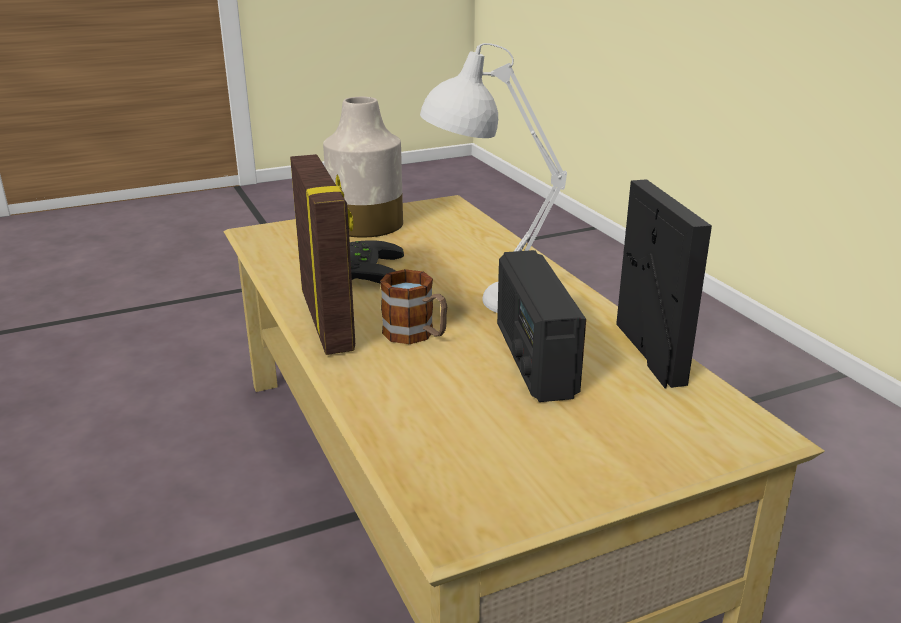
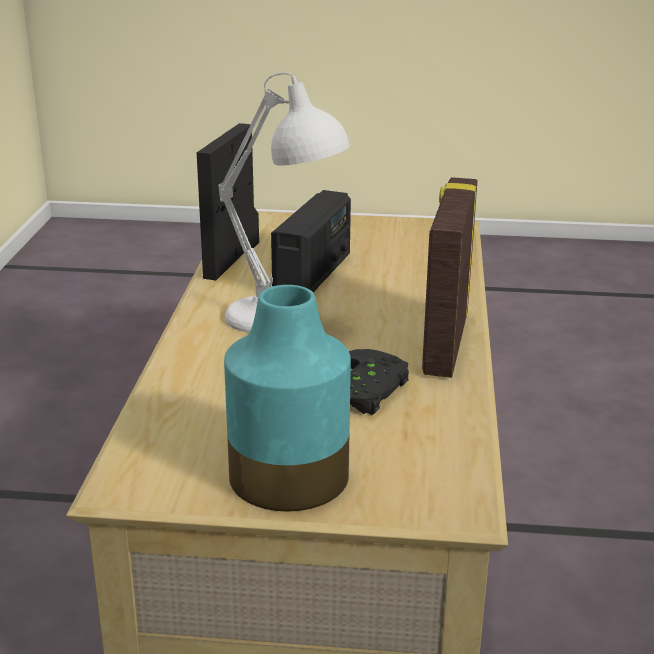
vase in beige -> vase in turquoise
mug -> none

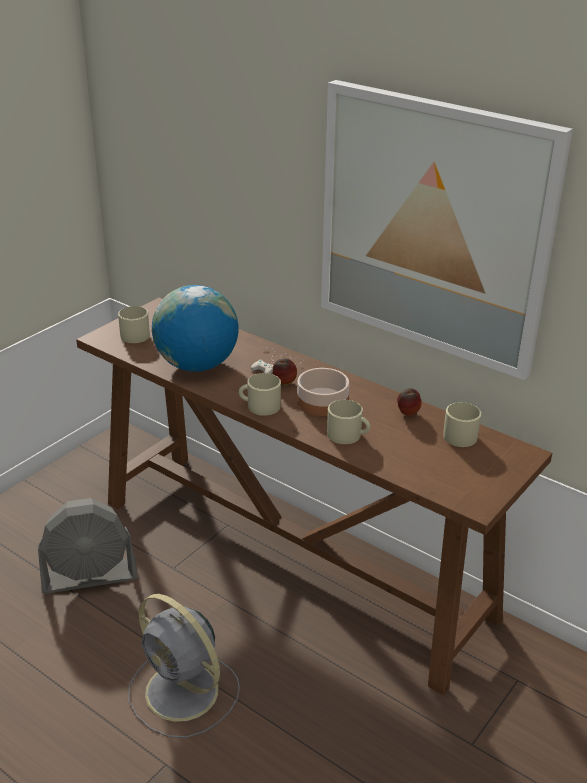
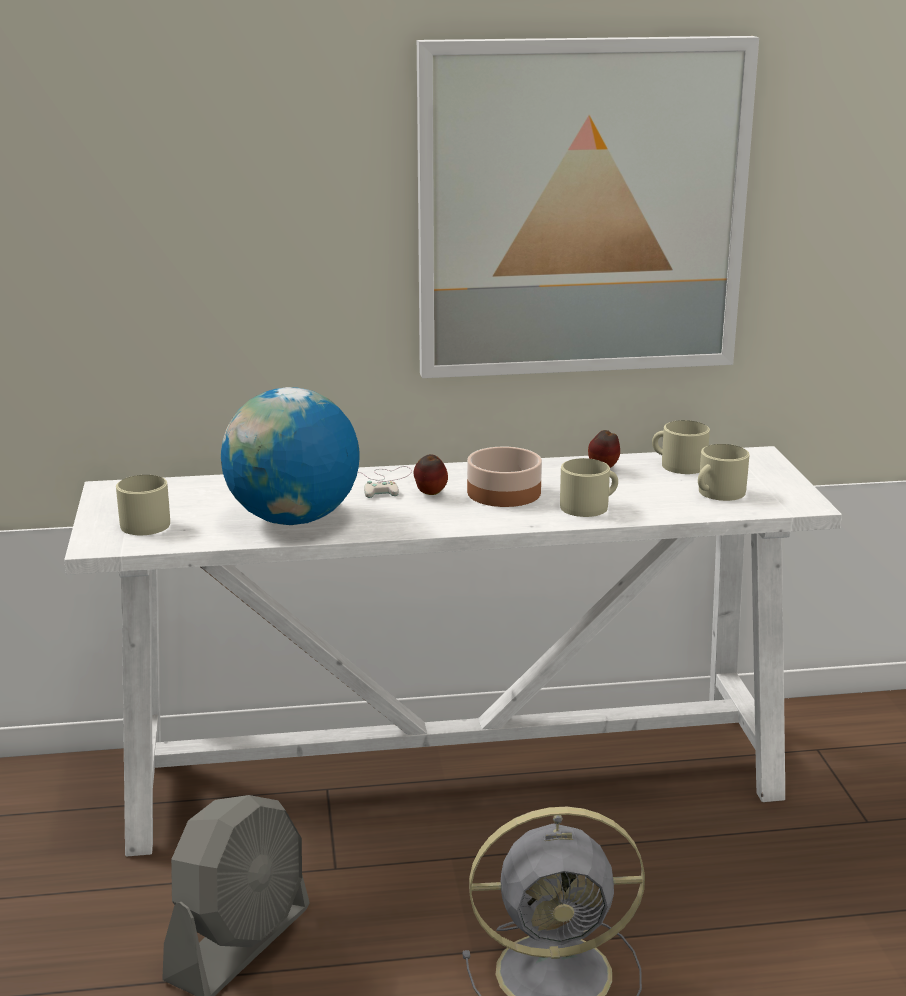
console table in brown -> console table in white
mug in beige (no. 2 from left in the first image) -> mug in beige (no. 4 from left), relocated

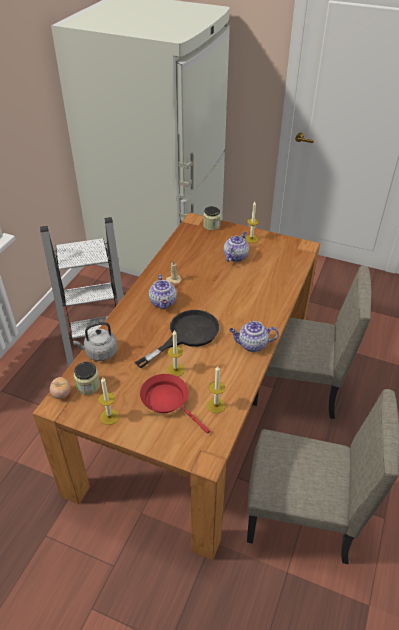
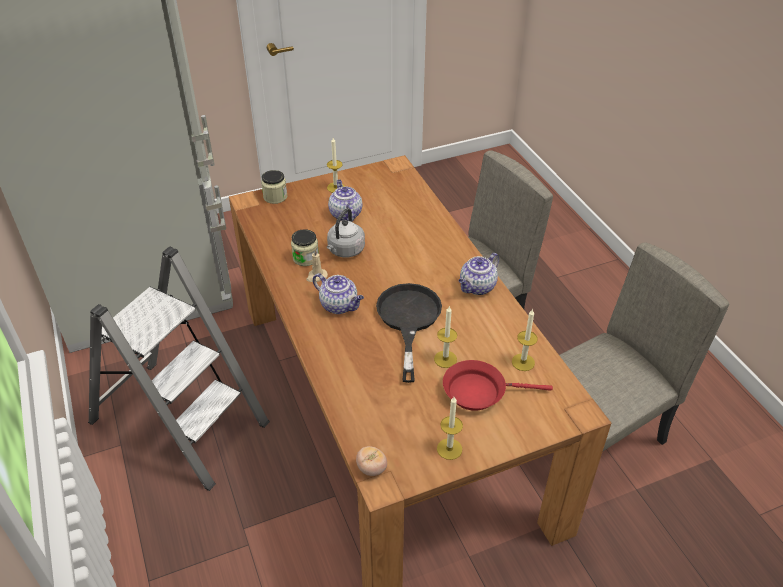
jar (no. 1 from left in the first image) -> jar (no. 2 from left), relocated
kettle in grey, relocated

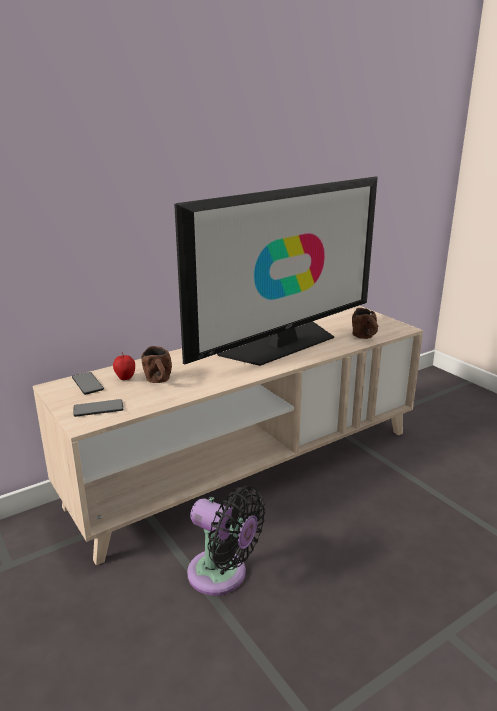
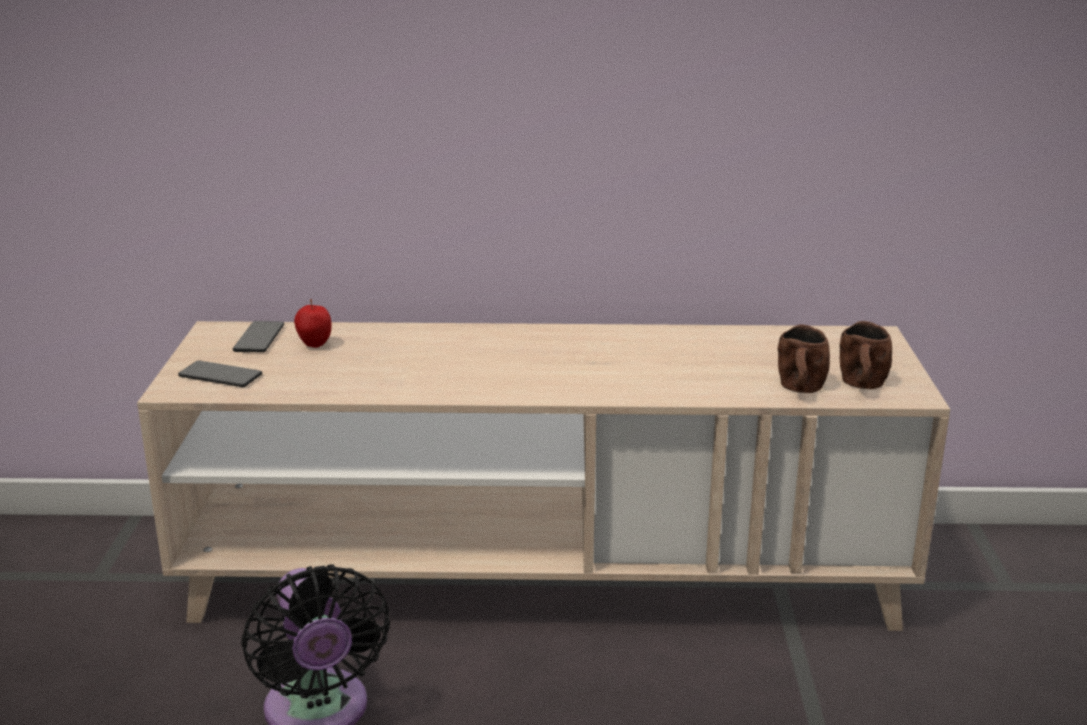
mug in brown (no. 1 from left in the first image) -> mug in brown (no. 2 from left), relocated
television -> none

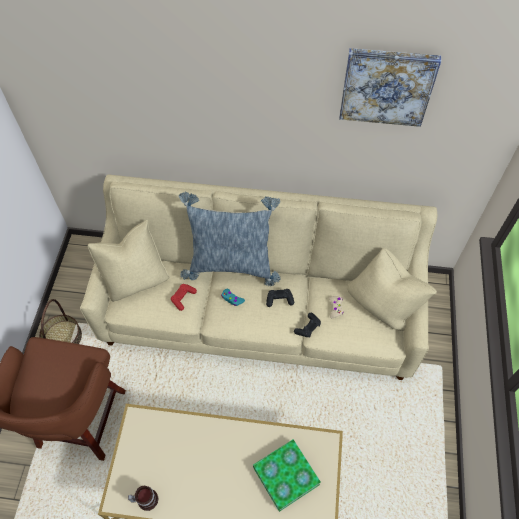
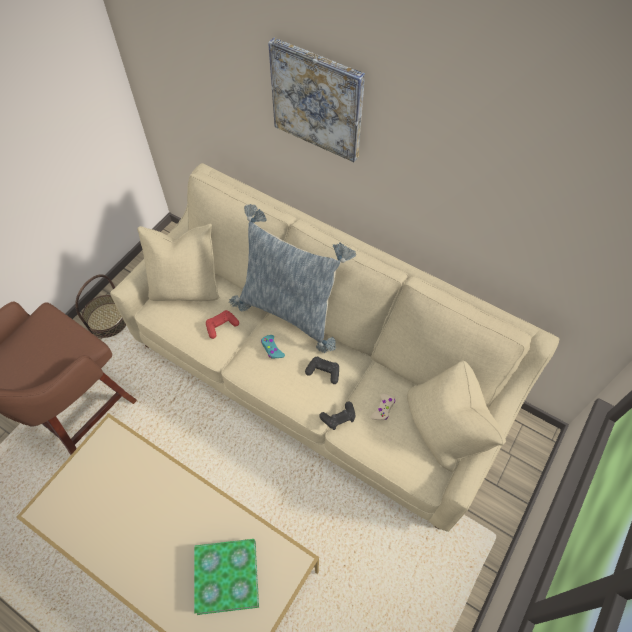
picture, relocated
mug -> none

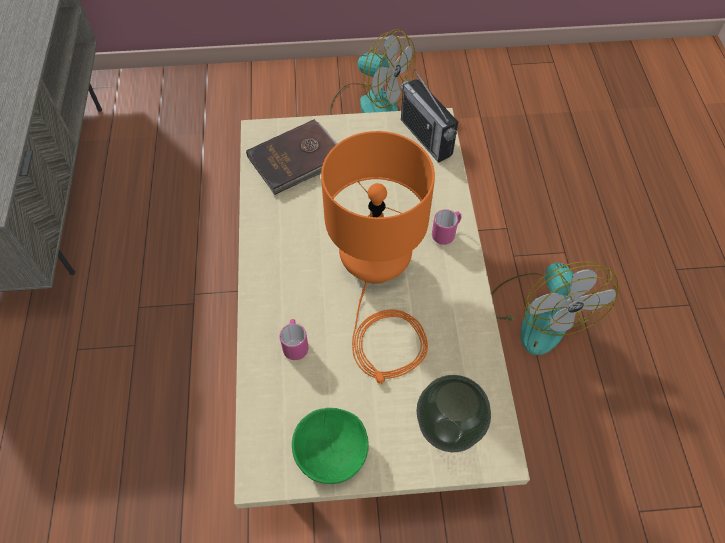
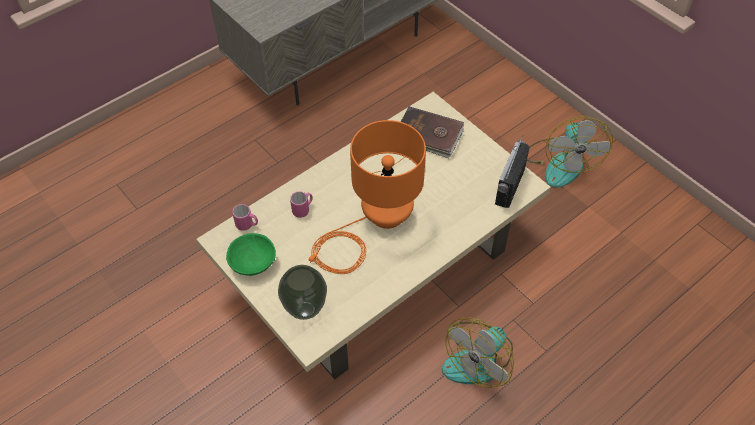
mug in pink (no. 2 from left in the first image) -> mug in pink (no. 1 from left), relocated

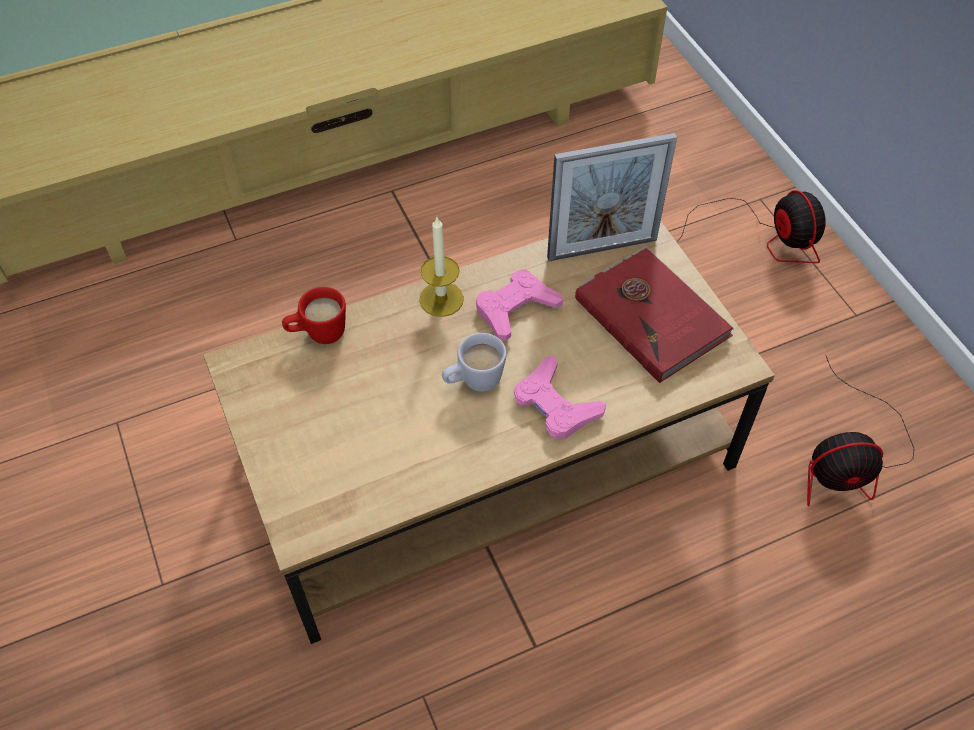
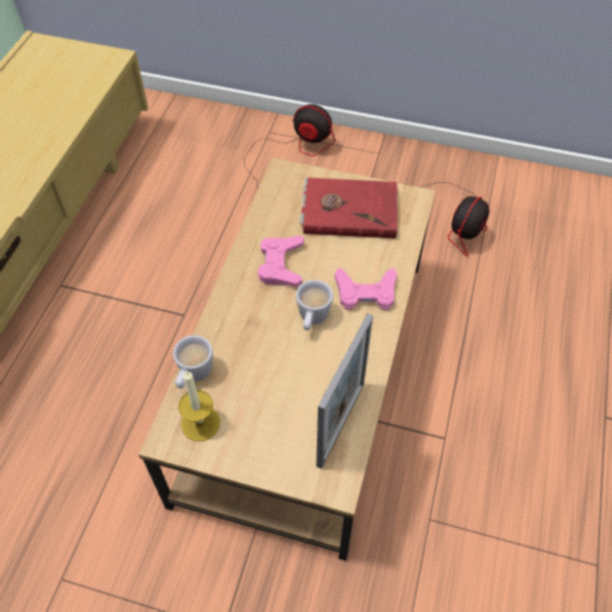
mug in red -> mug in white (no. 1 from left)
candle, relocated
picture frame, relocated

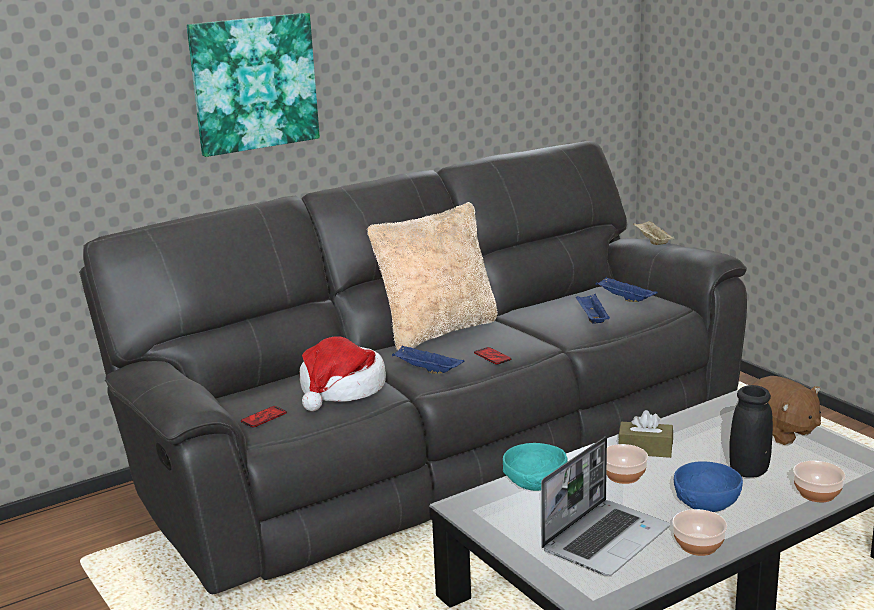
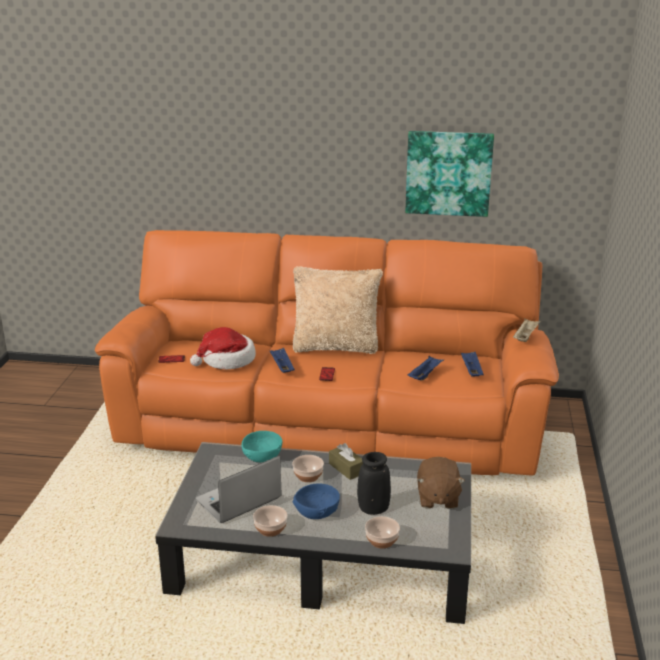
sofa in grey -> sofa in orange
laptop, 150 degrees clockwise
picture, relocated

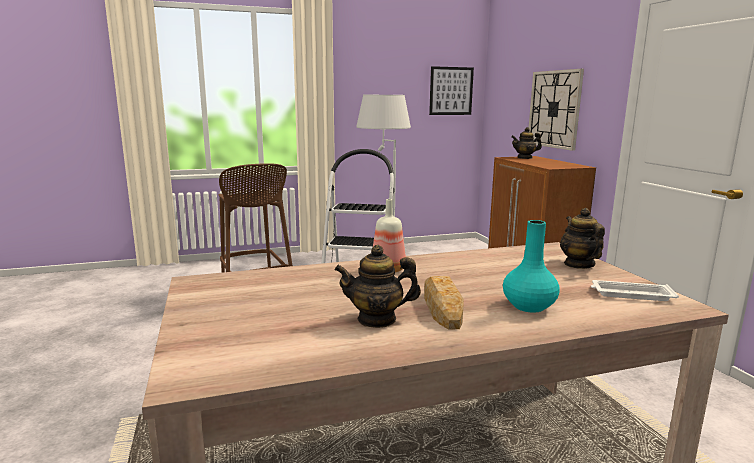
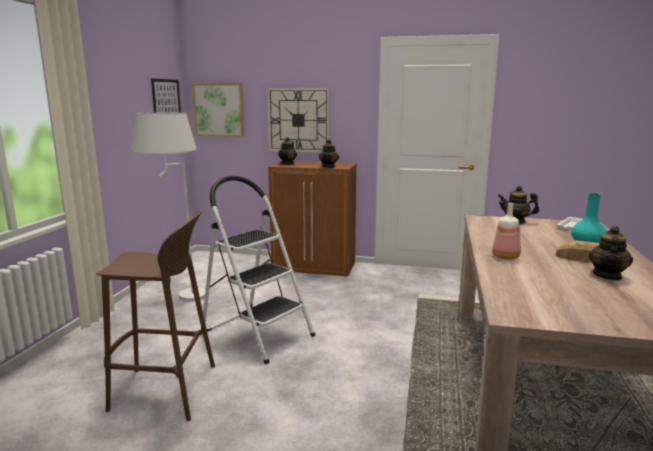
none -> picture (no. 2 from left)
none -> teapot (no. 2 from left)

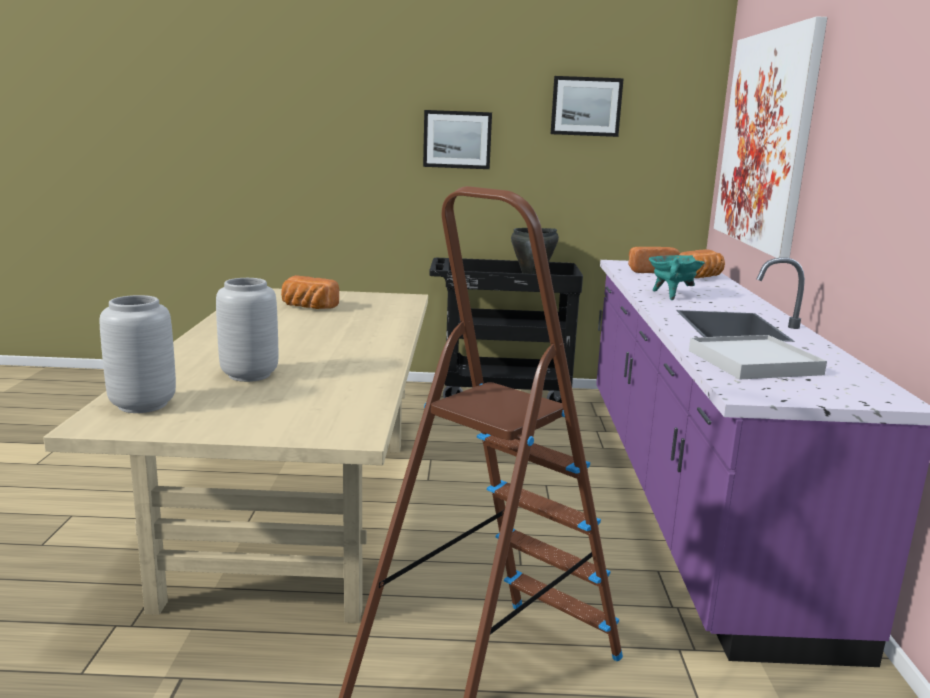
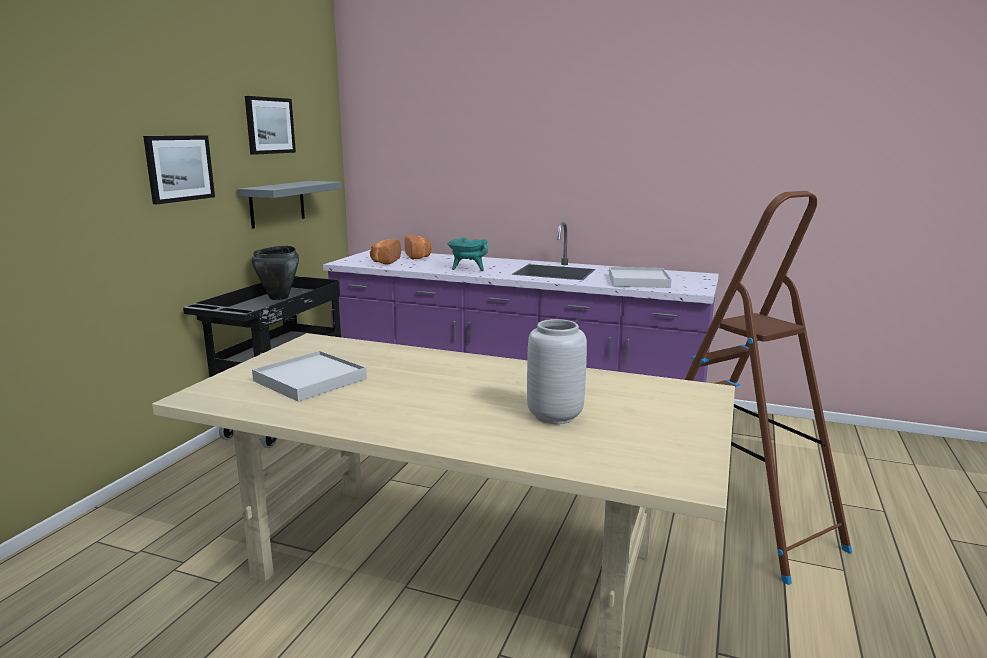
none -> shelf in grey
bread (no. 1 from left) -> tray in white (no. 1 from left)
vase in grey (no. 1 from left) -> none
picture (no. 3 from left) -> none

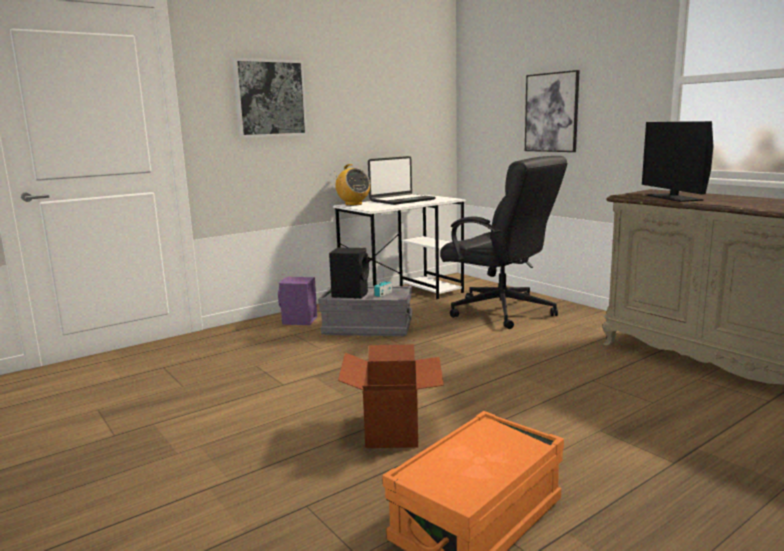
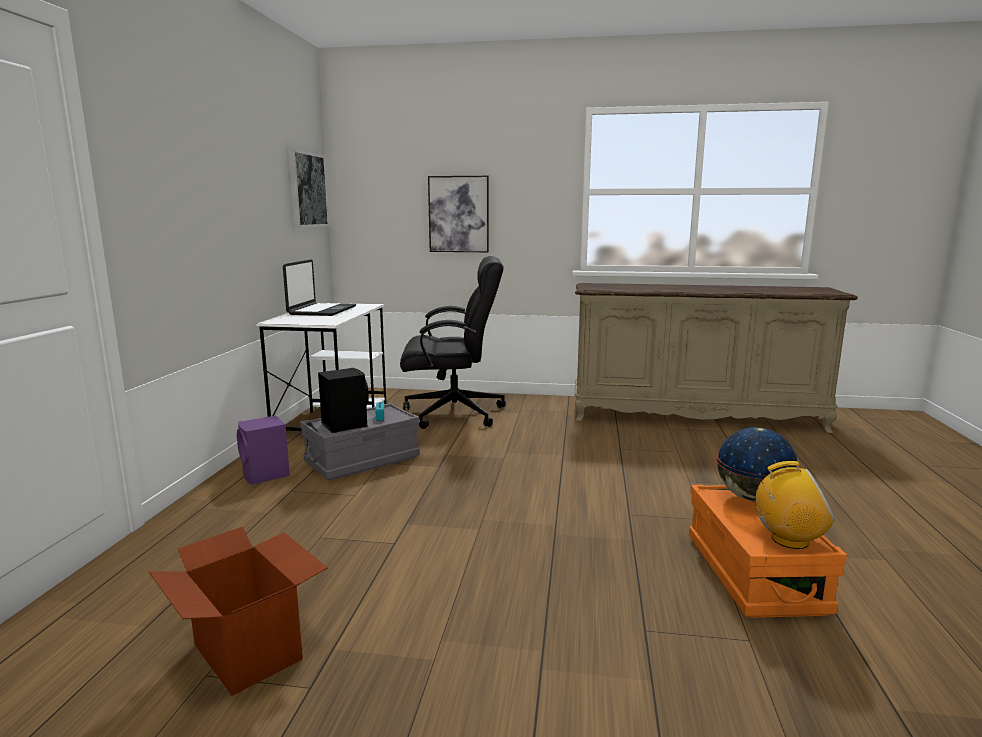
cardboard box, relocated
picture (no. 1 from left), relocated
none -> globe
radio (no. 1 from left in the first image) -> radio (no. 2 from left), relocated
monitor -> none

